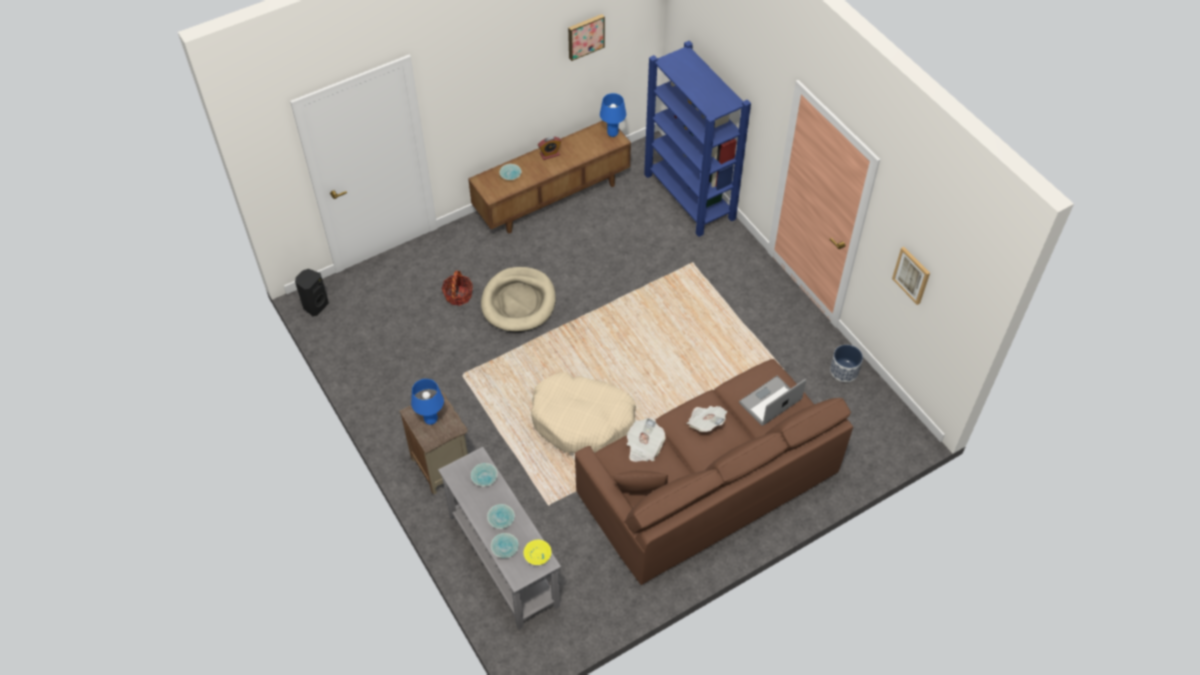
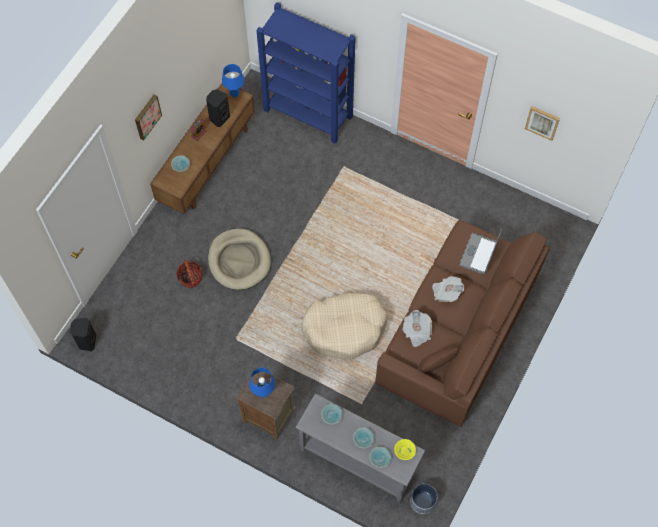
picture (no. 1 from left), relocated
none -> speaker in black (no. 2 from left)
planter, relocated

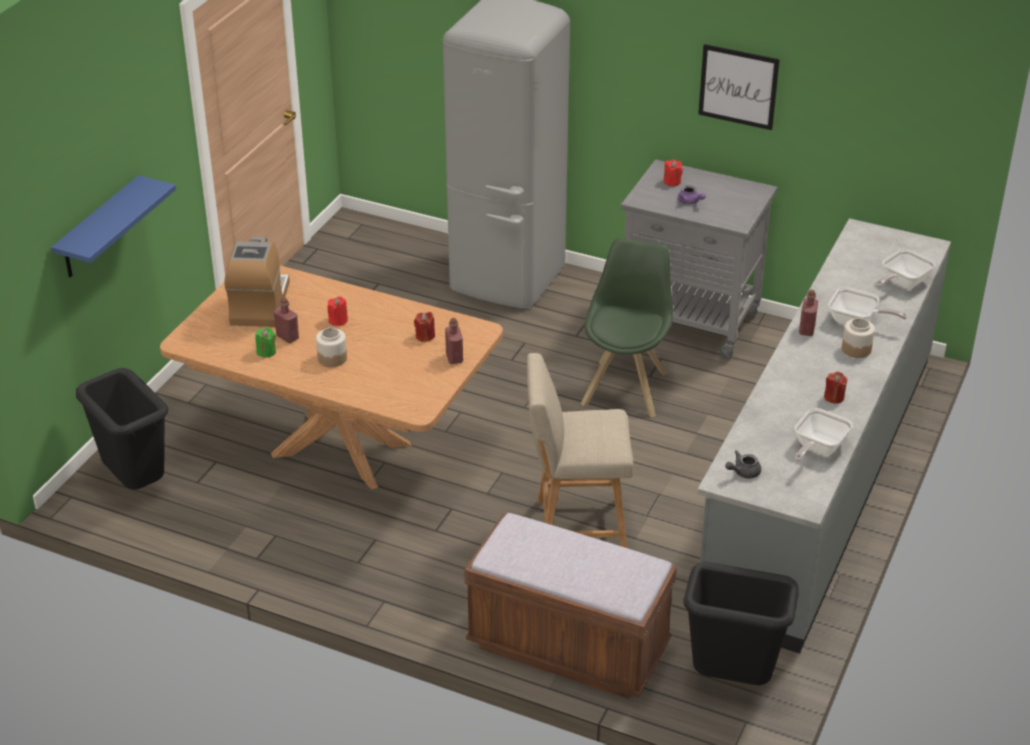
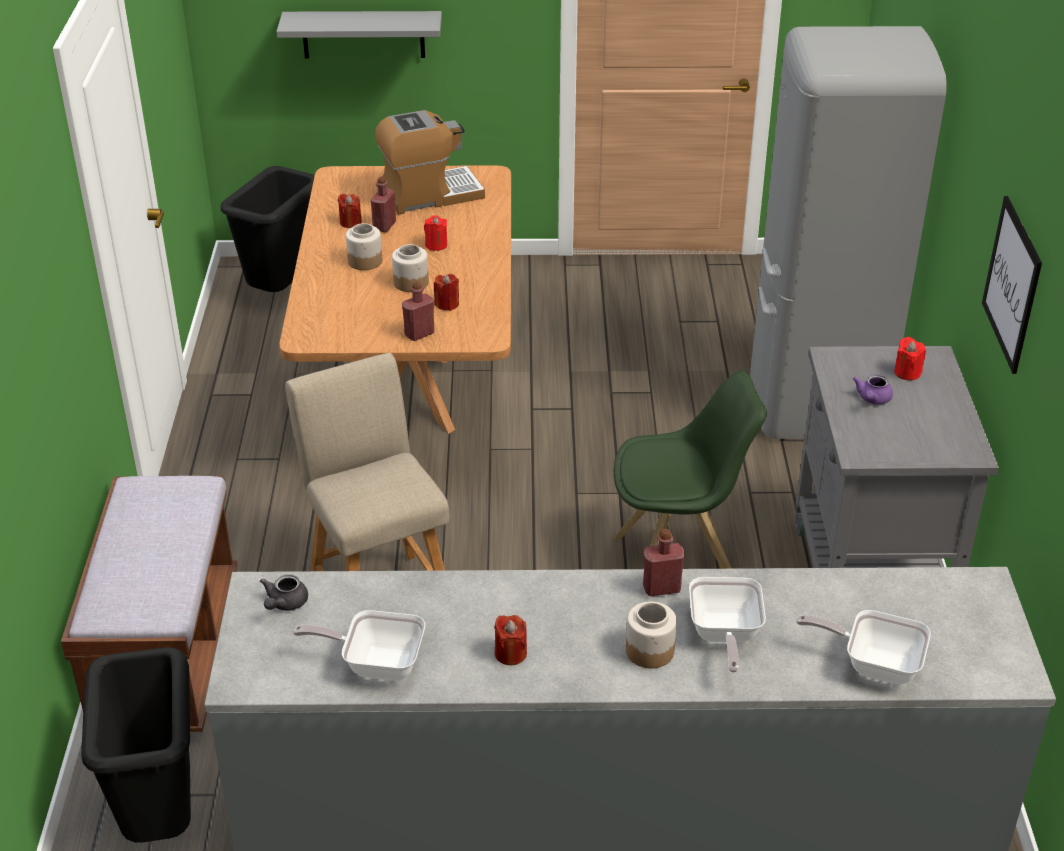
teapot in grey, 105 degrees counterclockwise
shelf in blue -> shelf in grey
candle in green -> candle in red (no. 1 from left)
none -> jar (no. 2 from left)

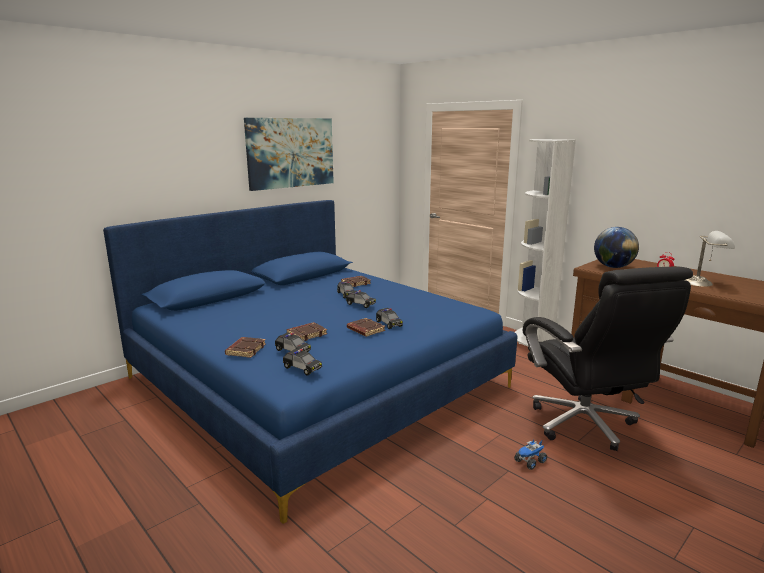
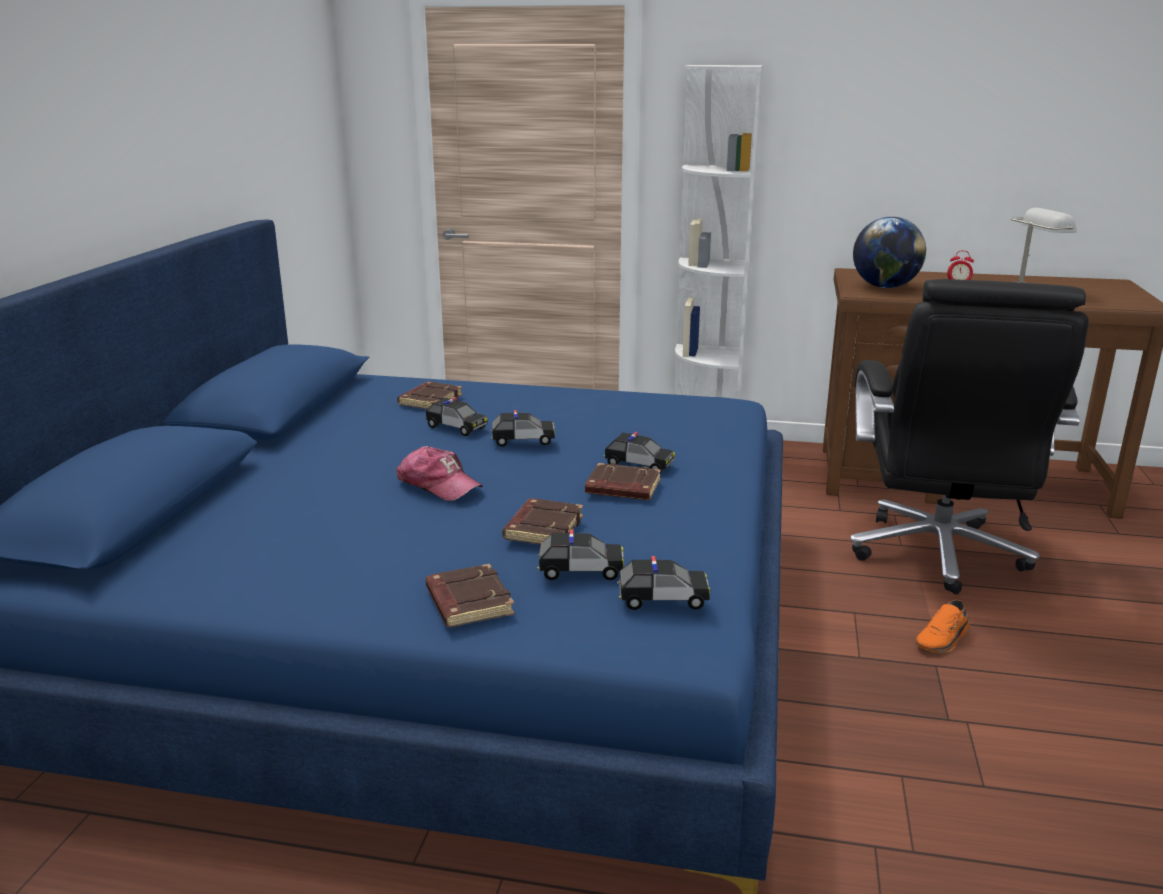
none -> cap
office chair in black, 60 degrees clockwise
toy truck -> shoe in orange
picture -> none

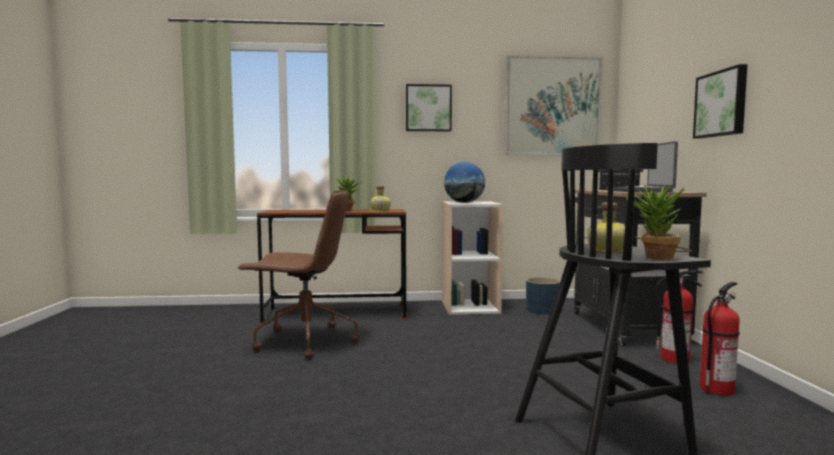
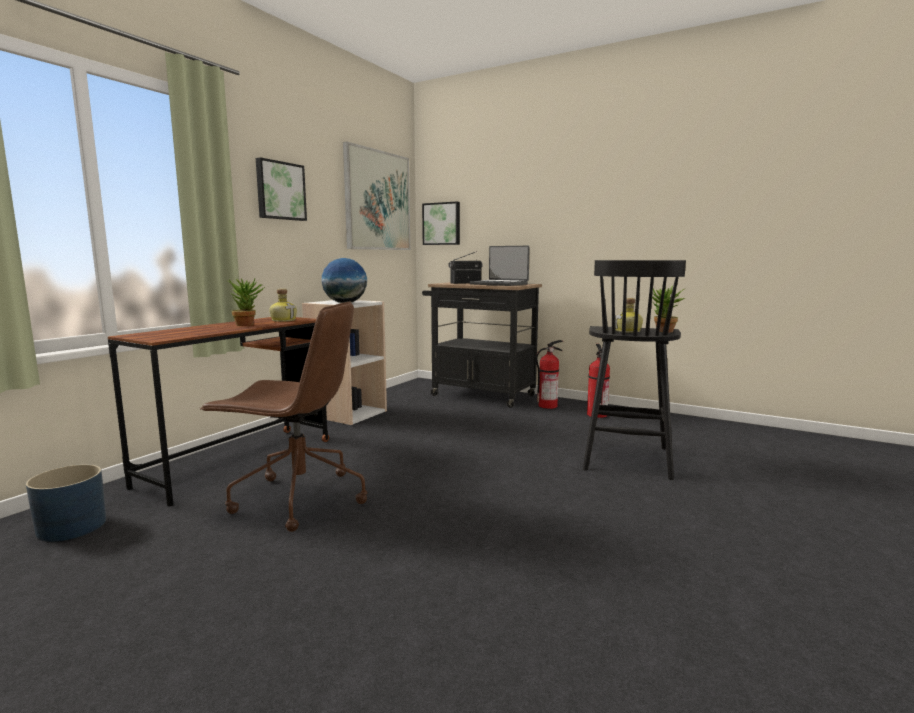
planter in blue, relocated
office chair in brown, 60 degrees clockwise
picture (no. 3 from left), relocated

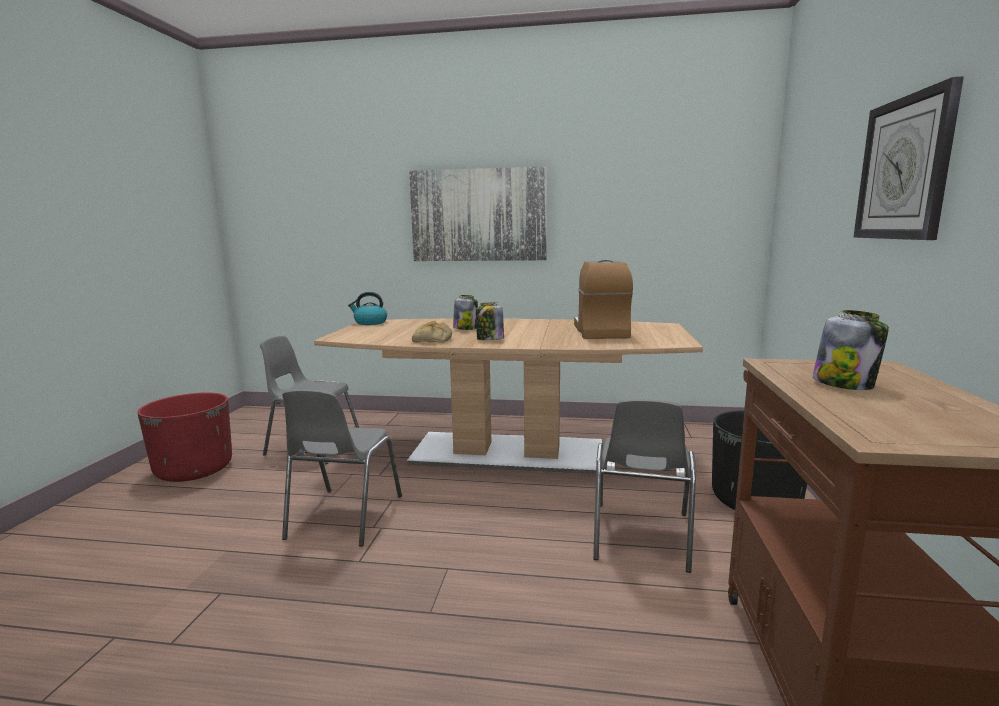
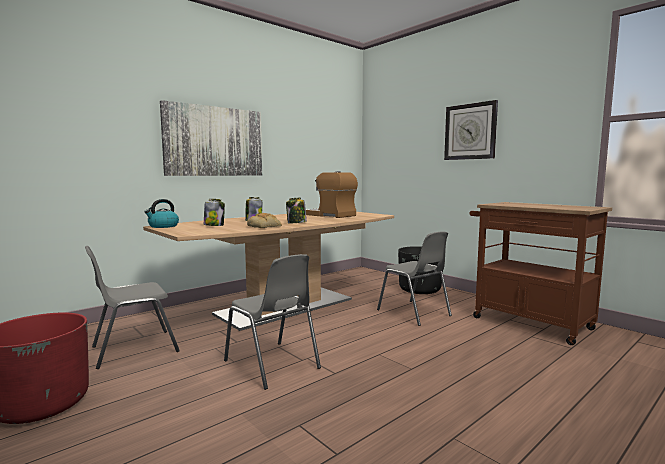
jar (no. 3 from left in the first image) -> jar (no. 1 from left), relocated

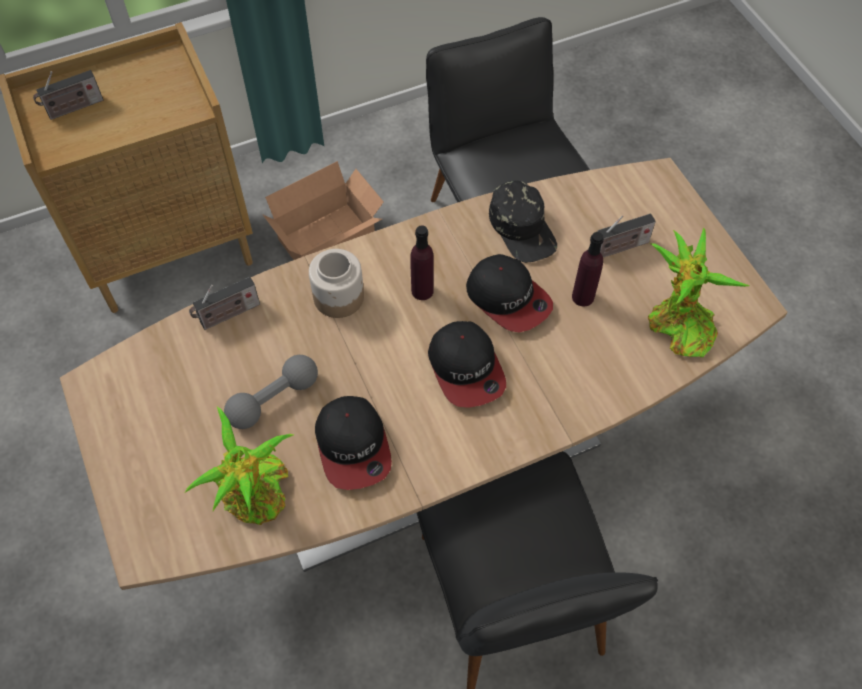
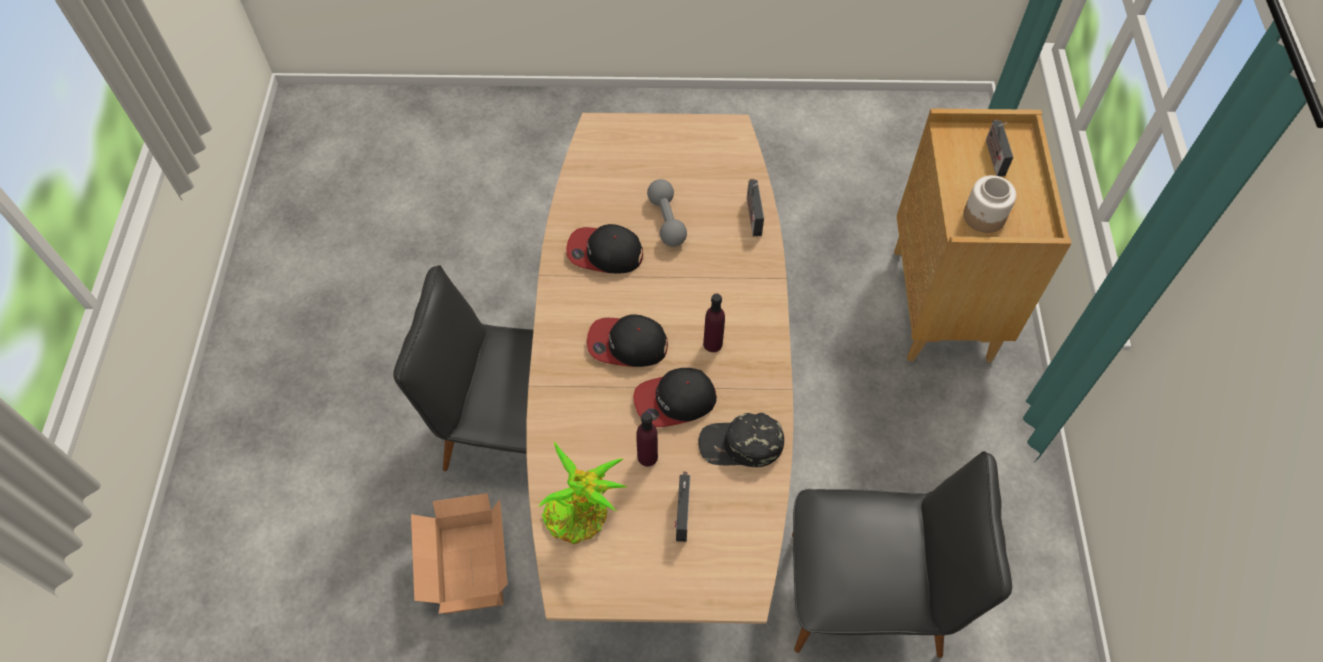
cardboard box, relocated
jar, relocated
potted plant (no. 1 from left) -> none

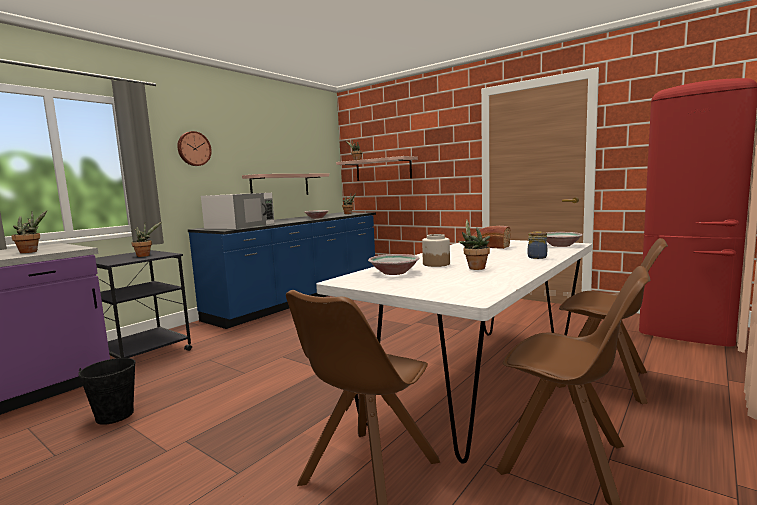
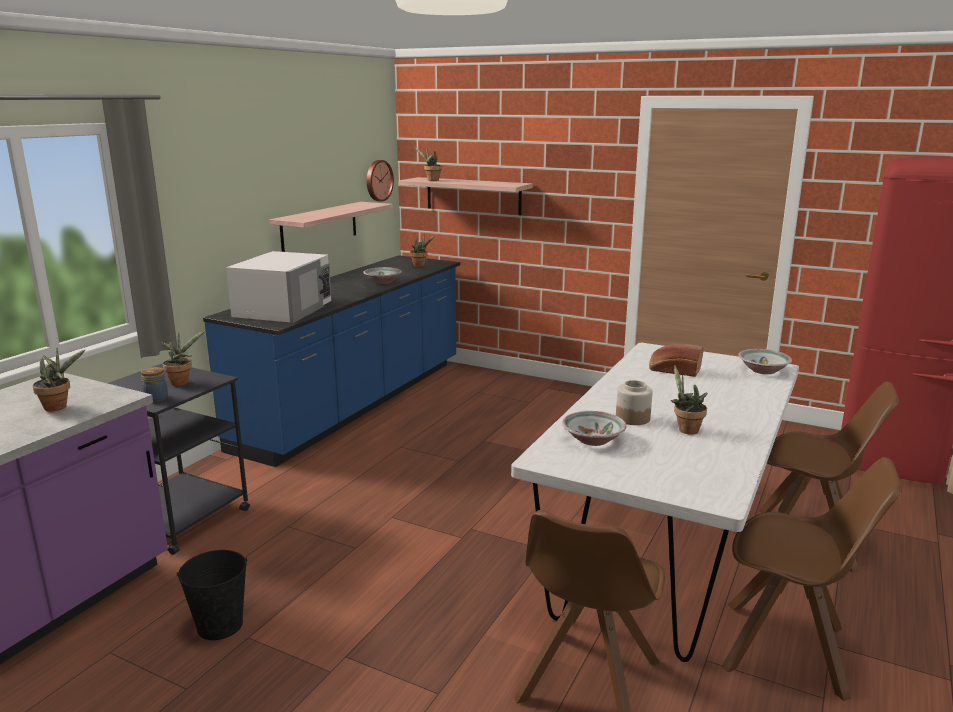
jar (no. 2 from left in the first image) -> jar (no. 1 from left), relocated
wall clock, relocated

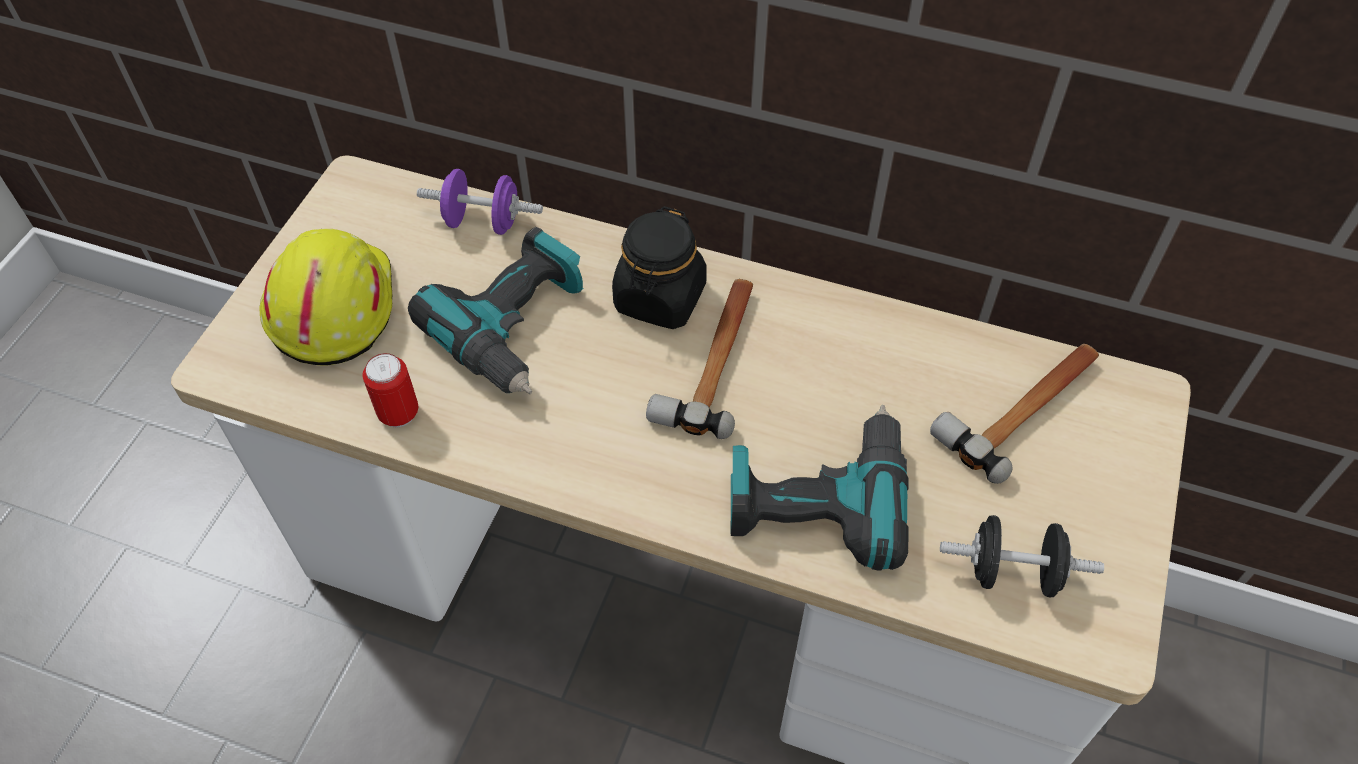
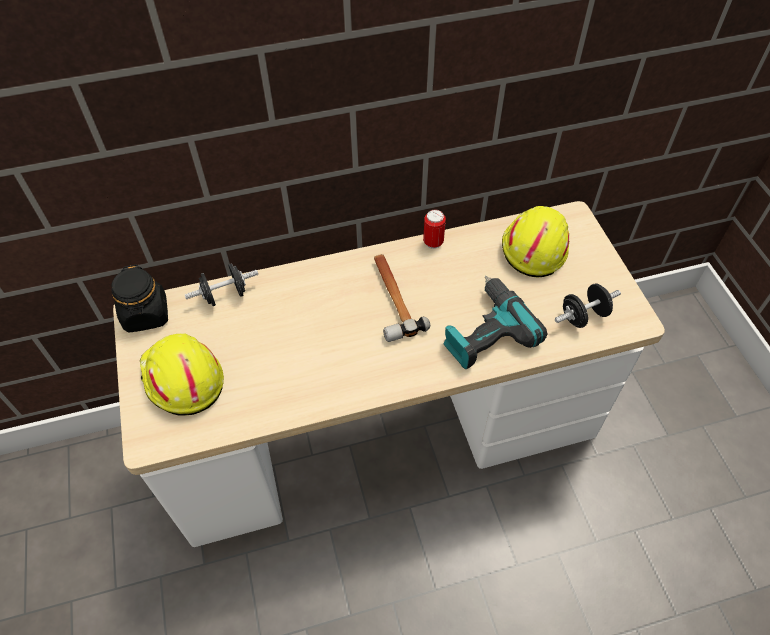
jar in black, relocated
dumbbell in purple -> dumbbell in black (no. 1 from left)
can, relocated
hammer (no. 2 from left) -> hard hat in yellow (no. 2 from left)
power drill (no. 1 from left) -> none

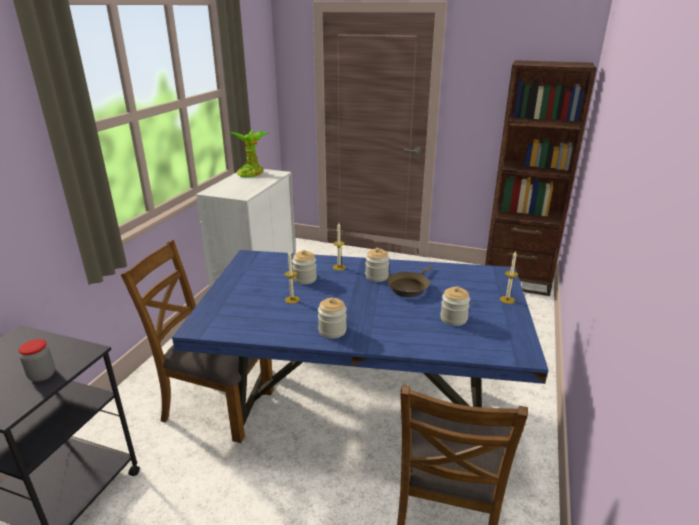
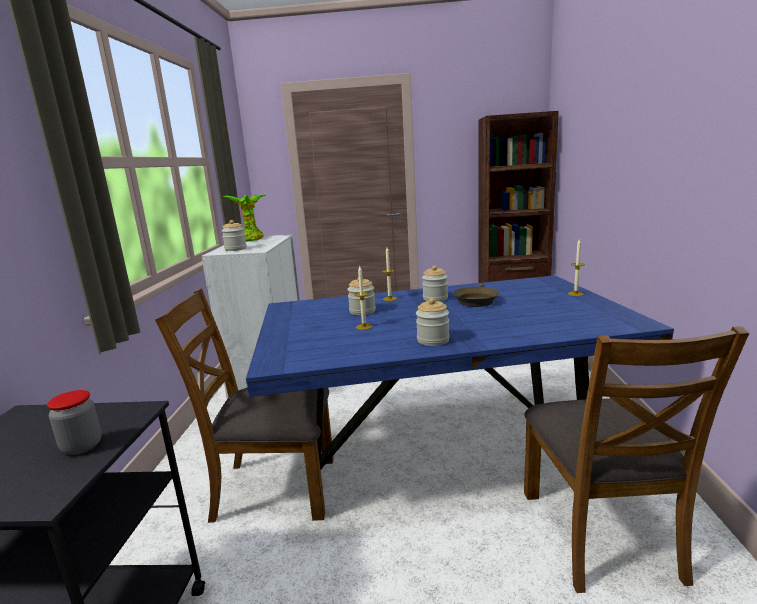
jar (no. 5 from left in the first image) -> jar (no. 2 from left), relocated

